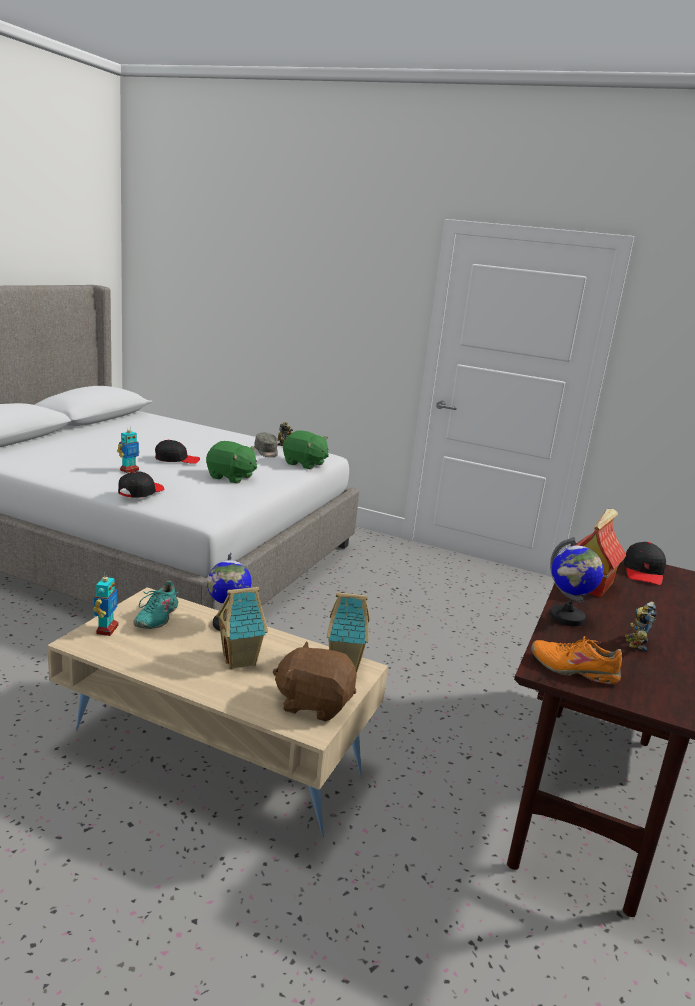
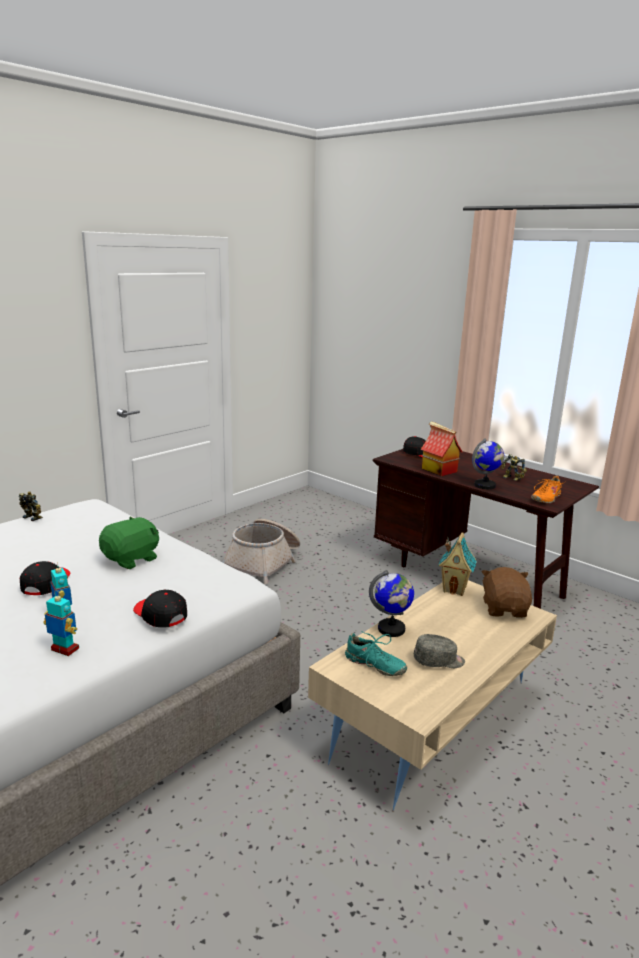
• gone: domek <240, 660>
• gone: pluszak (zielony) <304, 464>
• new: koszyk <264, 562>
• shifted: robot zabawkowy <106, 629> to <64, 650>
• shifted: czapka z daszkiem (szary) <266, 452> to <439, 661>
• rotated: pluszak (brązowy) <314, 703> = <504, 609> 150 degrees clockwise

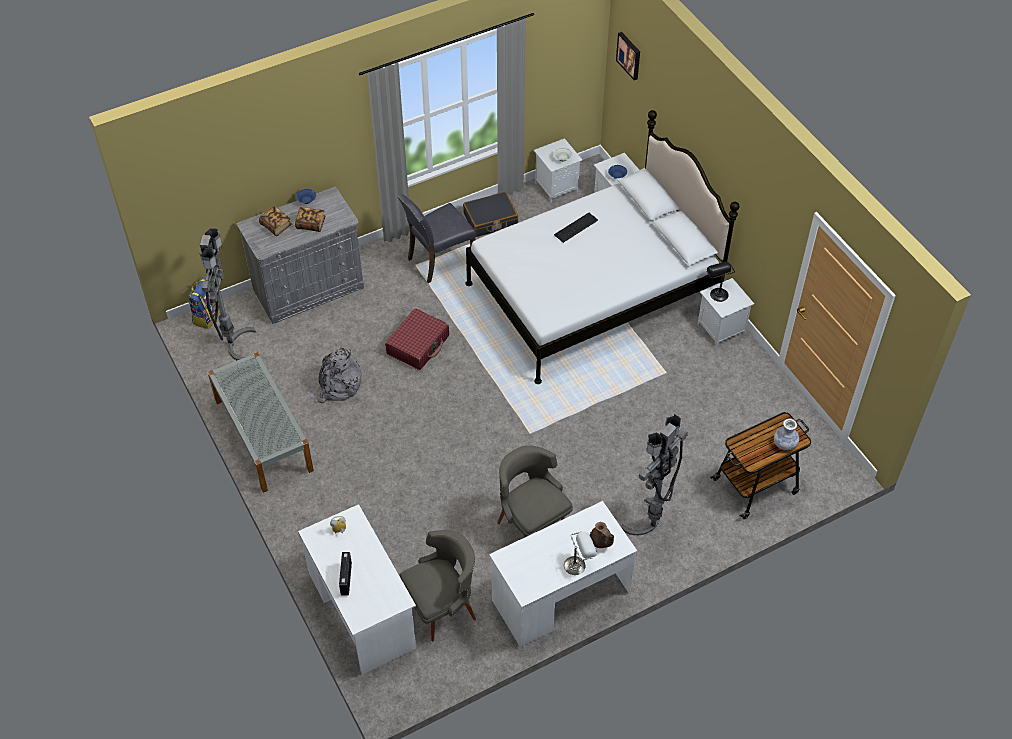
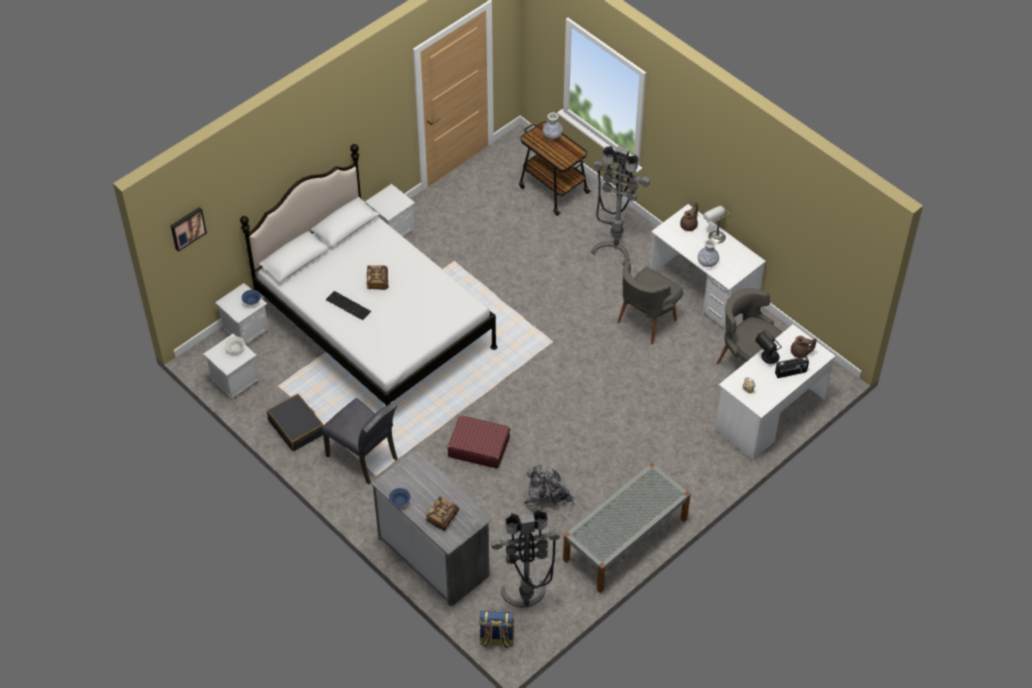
• new: wazon <707, 262>
• new: imbryk (brązowy) <800, 352>
• shifted: książka <311, 224> to <377, 281>
• shifted: lampa stołowa (czarny) <717, 292> to <767, 358>

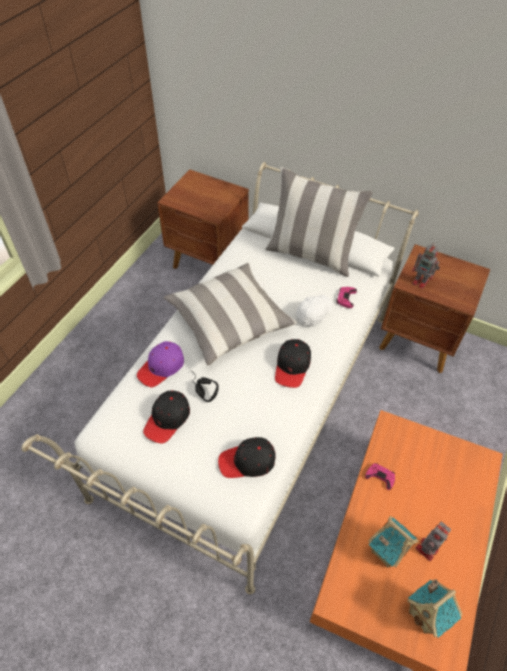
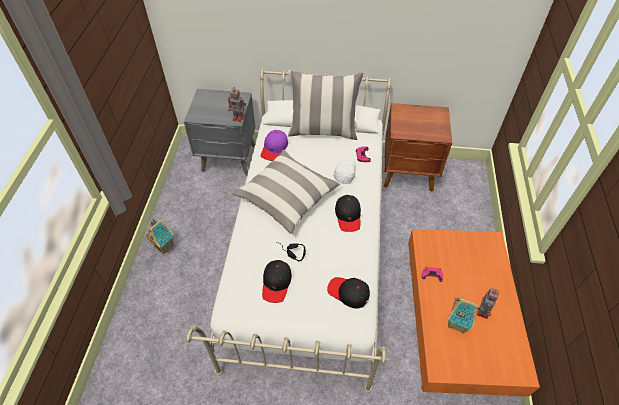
• shifted: czapka z daszkiem (fioletowy) <161, 367> to <274, 148>
• shifted: domek <426, 615> to <164, 246>
• shifted: robot zabawkowy <421, 282> to <239, 118>
• repainted: szafka nocna (brązowy) <210, 262> to szafka nocna (szary) <229, 159>
• rotated: czapka z daszkiem (czarny) <247, 461> = <348, 293> 60 degrees clockwise

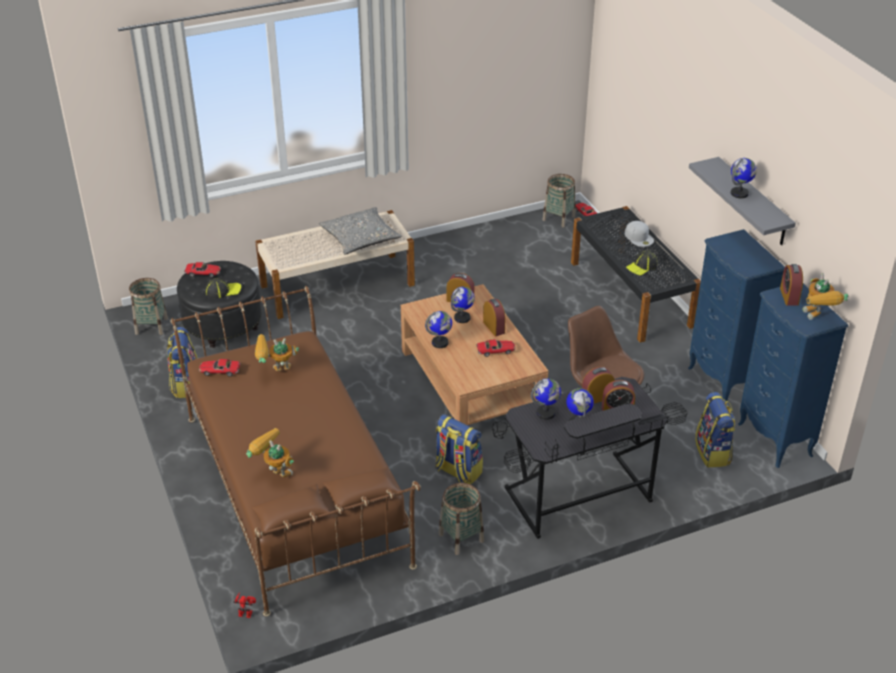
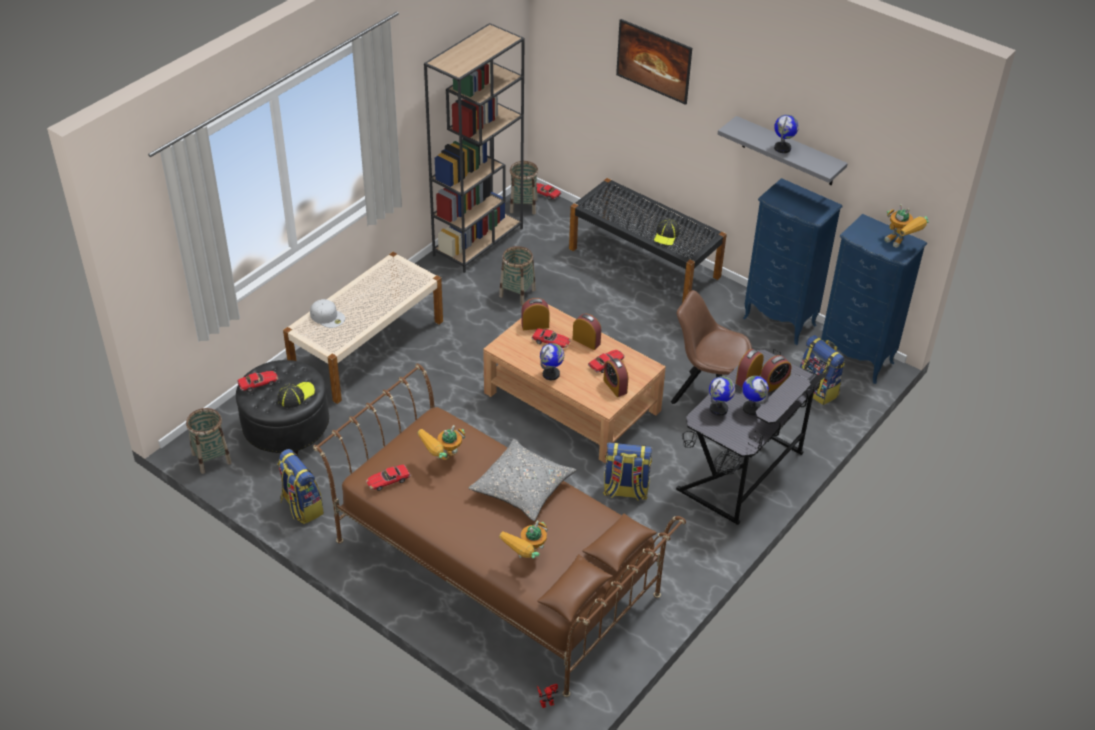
• new: regał <478, 241>
• new: obraz <652, 75>
• shifted: poduszka (szary) <360, 239> to <523, 488>
• shifted: koszyk <461, 537> to <517, 293>
• shifted: czapka z daszkiem (biały) <639, 237> to <328, 316>
• shifted: budzik <789, 296> to <615, 386>
• swapped: globus <462, 318> to samochodzik <551, 342>
• rotated: robot zabawkowy <273, 473> = <527, 560> 60 degrees counterclockwise

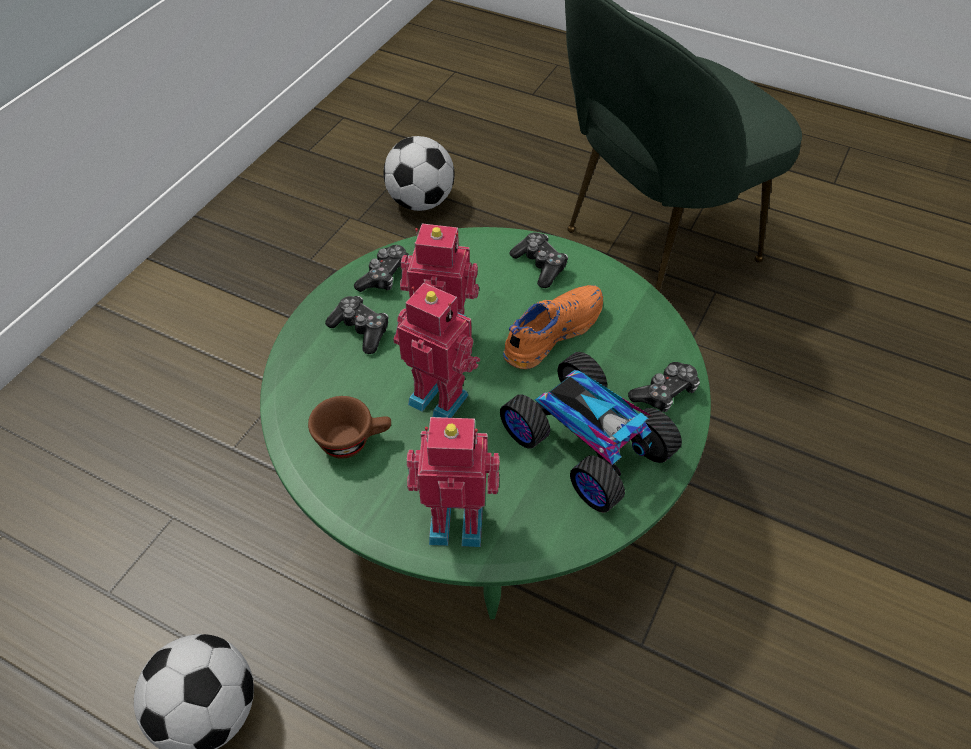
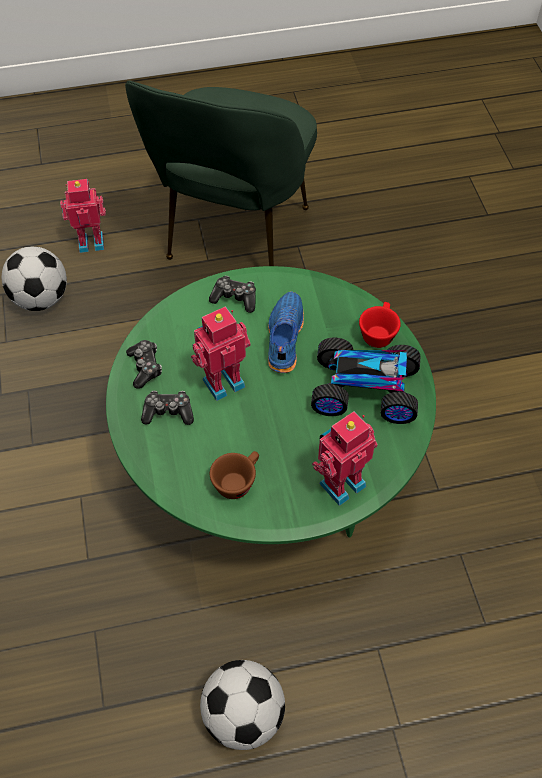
• shifted: robot zabawkowy <440, 397> to <91, 241>
• swapped: pad do gier <665, 393> to filiżanka (czerwony) <378, 333>
• repainted: but (pomarańczowy) <551, 333> to but (niebieski) <283, 338>

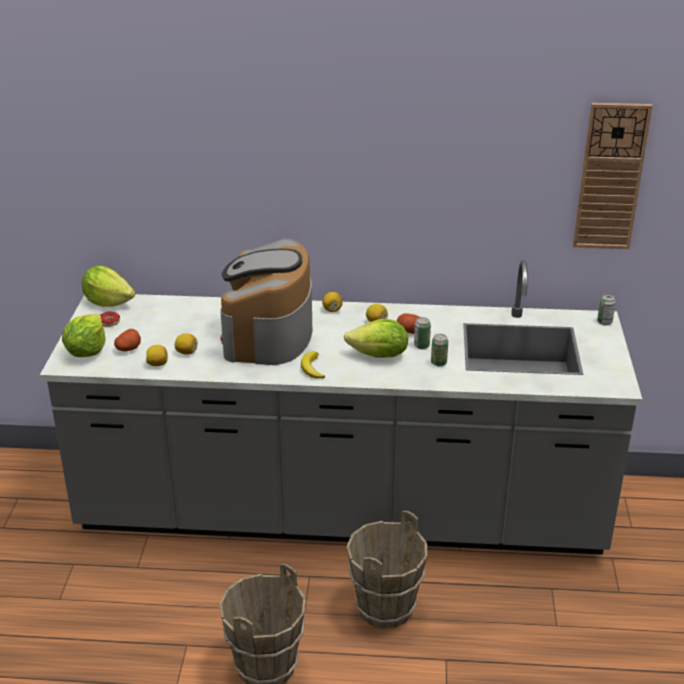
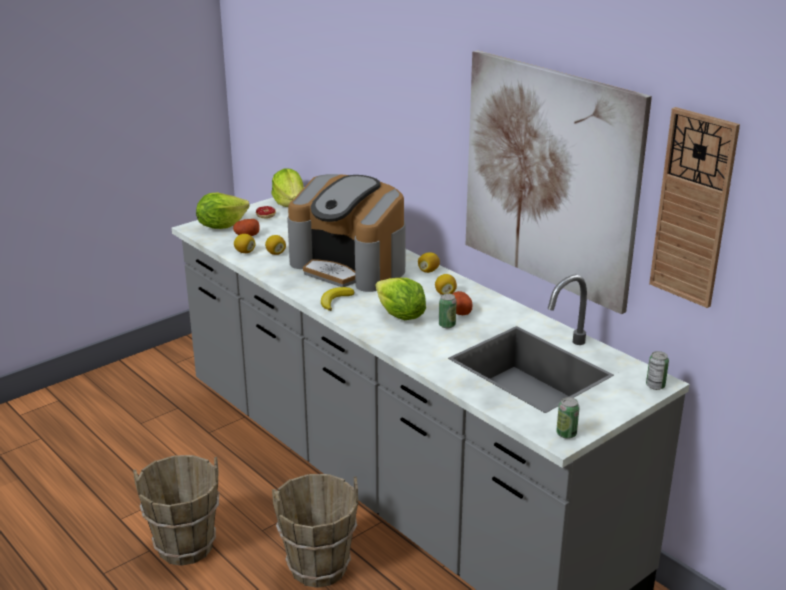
• new: obraz <550, 178>
• shifted: puszka <438, 363> to <566, 434>
• rotated: ekspres do kawy <268, 334> = <350, 266> 105 degrees counterclockwise

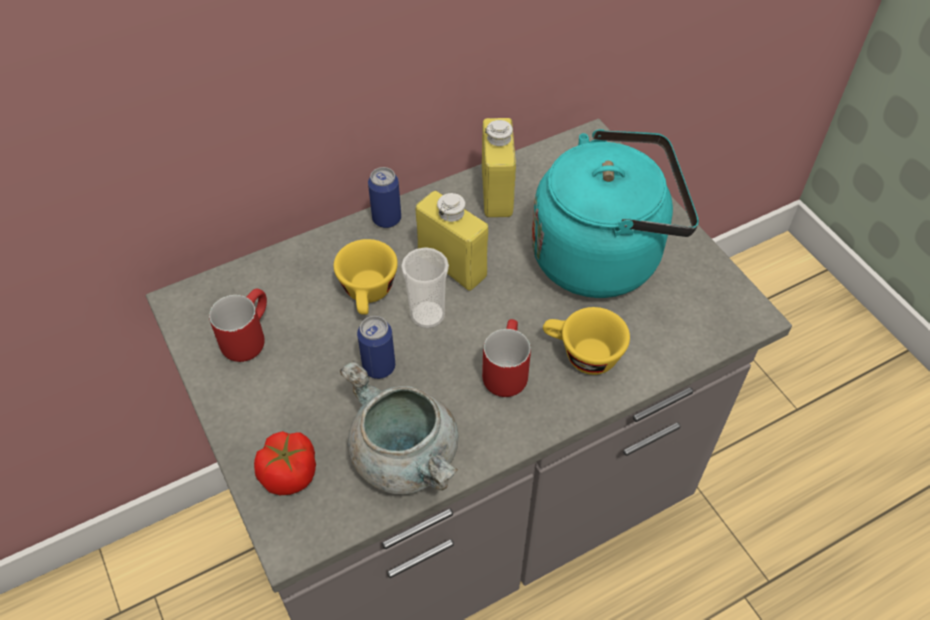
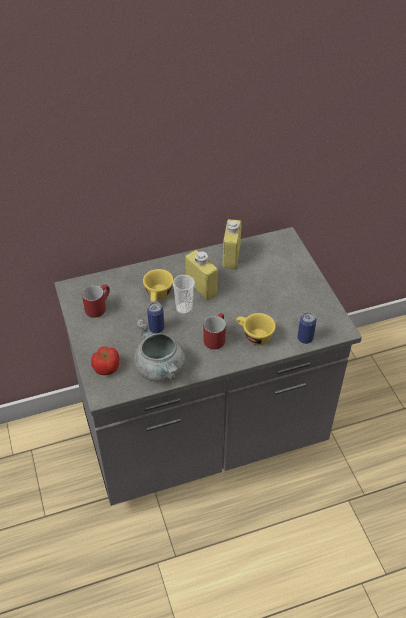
• gone: czajnik (turkusowy) <603, 255>
• shifted: puszka <386, 219> to <305, 338>

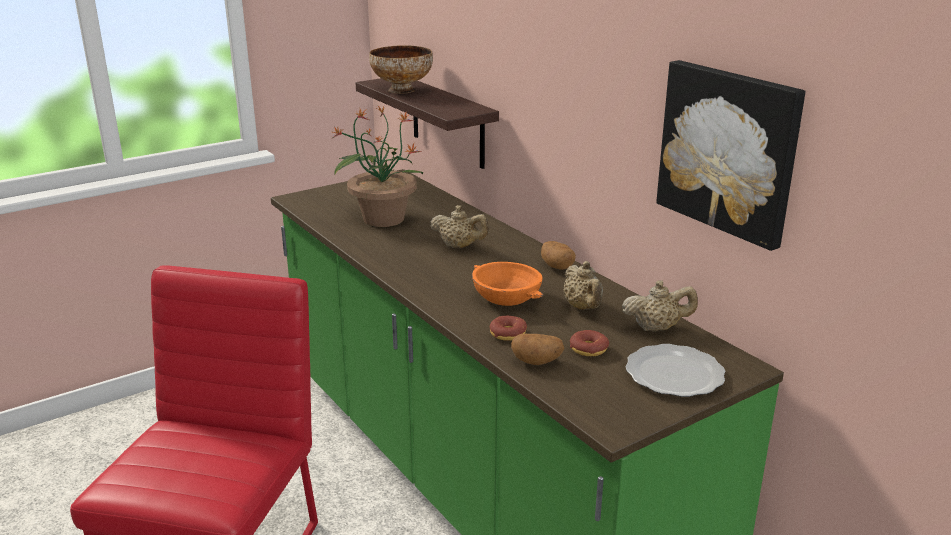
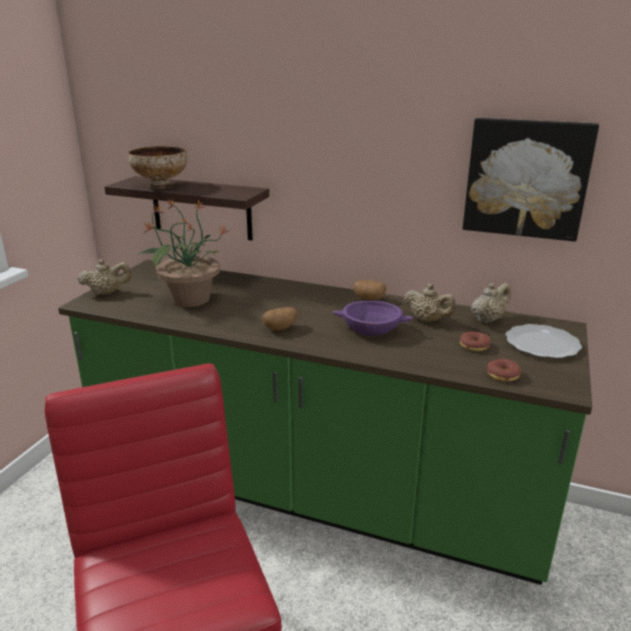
• shifted: imbryk (beżowy) <460, 246> to <107, 293>
• shifted: donut <507, 334> to <503, 375>
• shifted: ziemniak <537, 362> to <280, 328>
• repainted: miska (pomarańczowy) <505, 298> to miska (fioletowy) <370, 330>

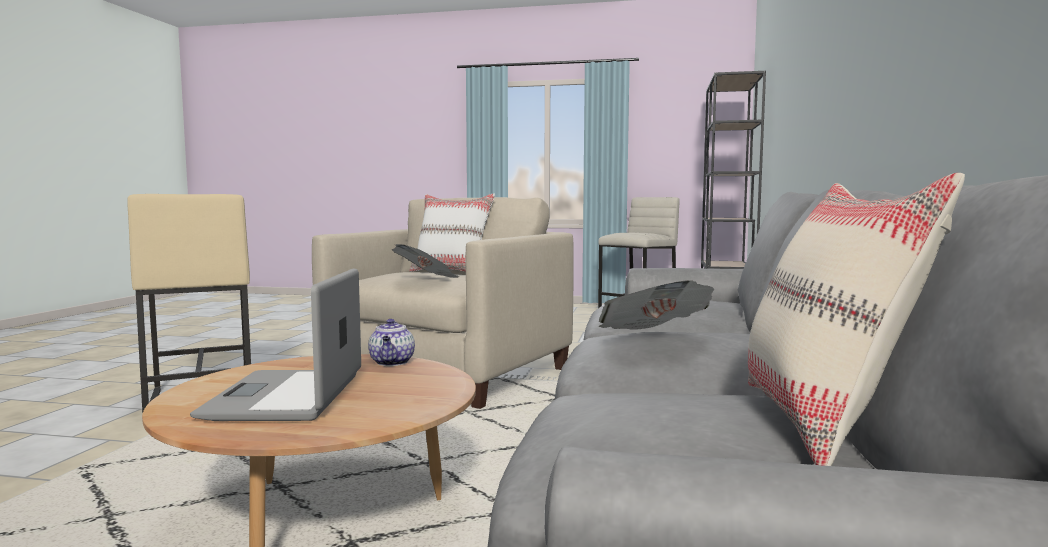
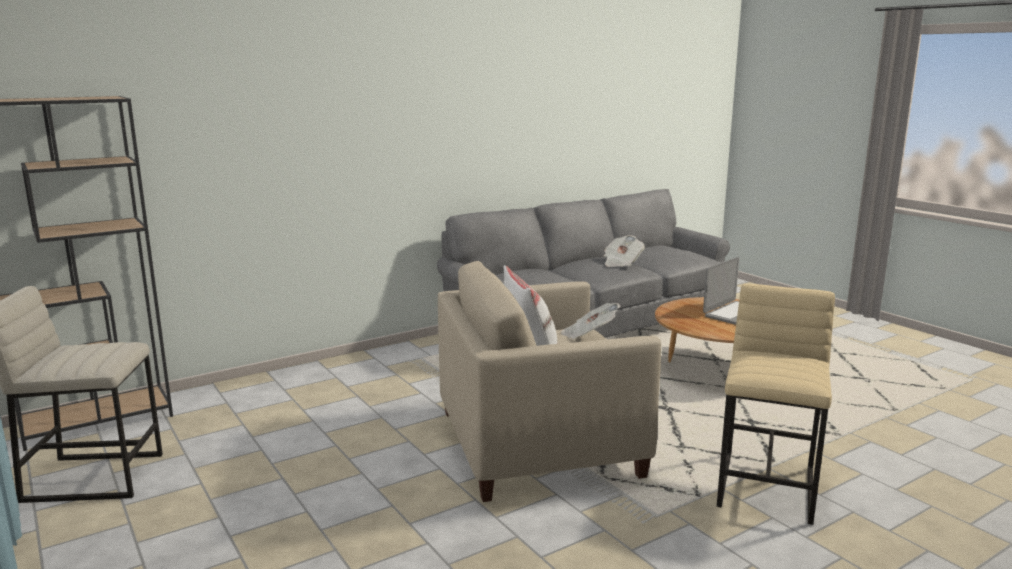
• gone: imbryk <392, 362>
• gone: poduszka (beżowy) <823, 423>

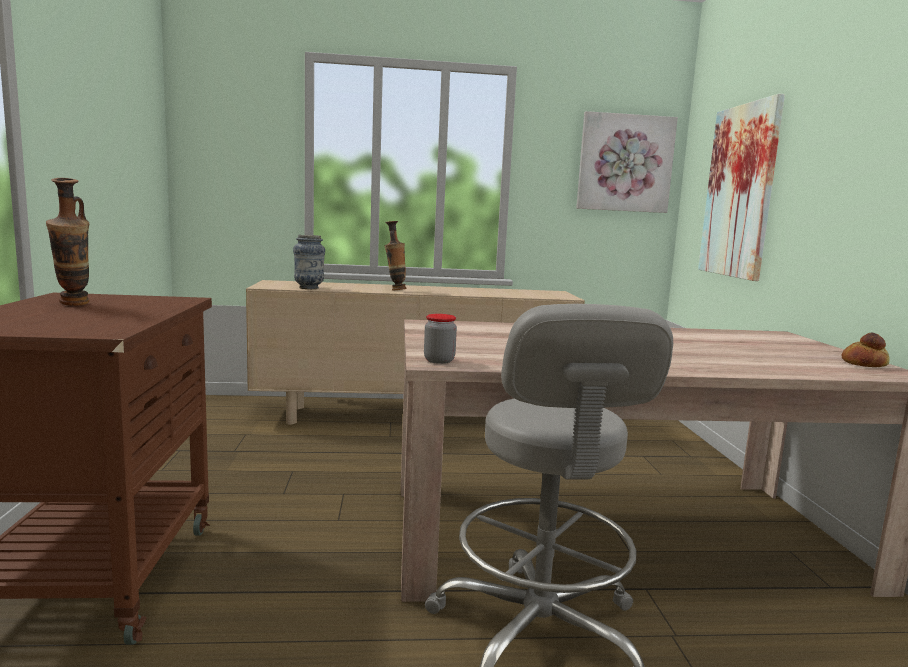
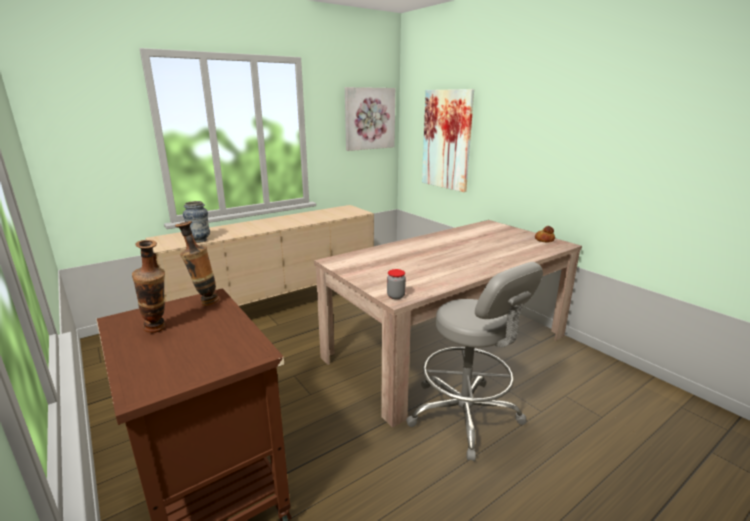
• shifted: wazon <394, 290> to <204, 302>

